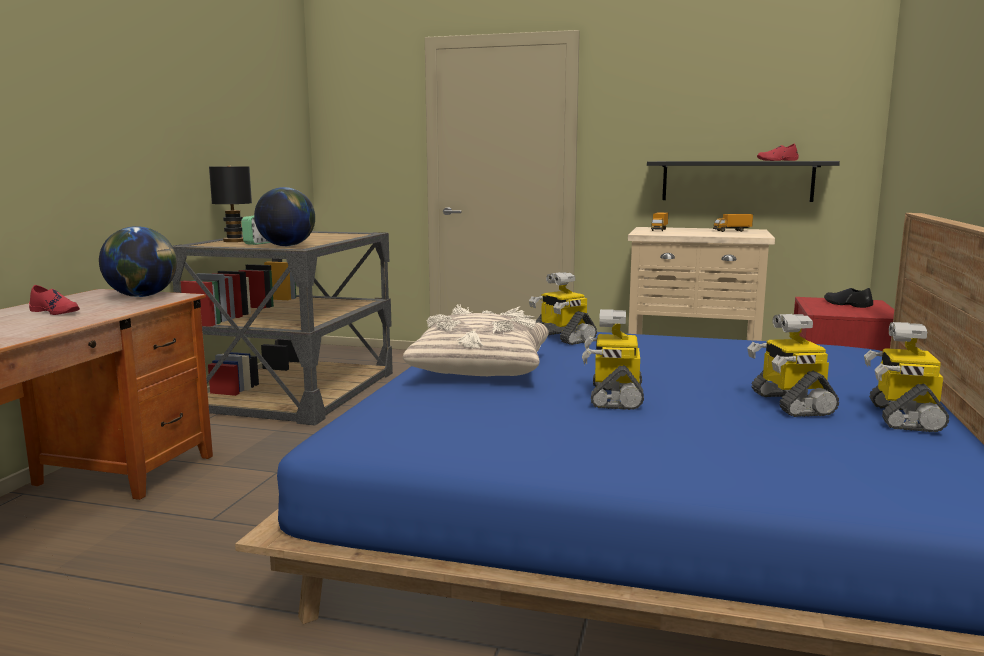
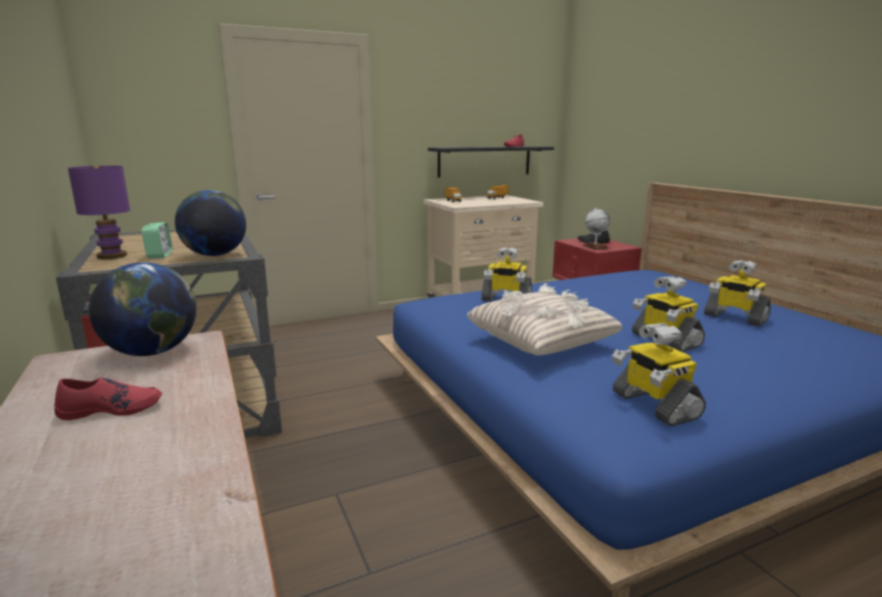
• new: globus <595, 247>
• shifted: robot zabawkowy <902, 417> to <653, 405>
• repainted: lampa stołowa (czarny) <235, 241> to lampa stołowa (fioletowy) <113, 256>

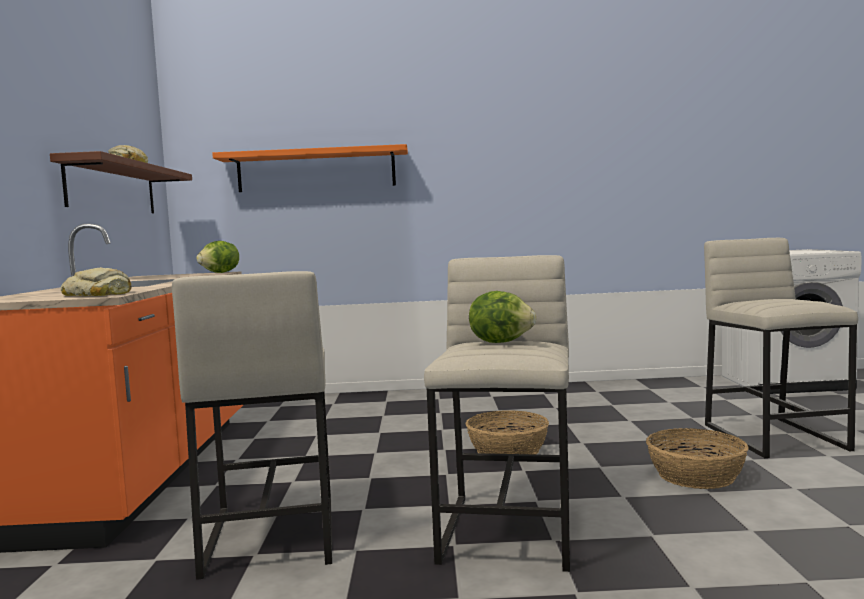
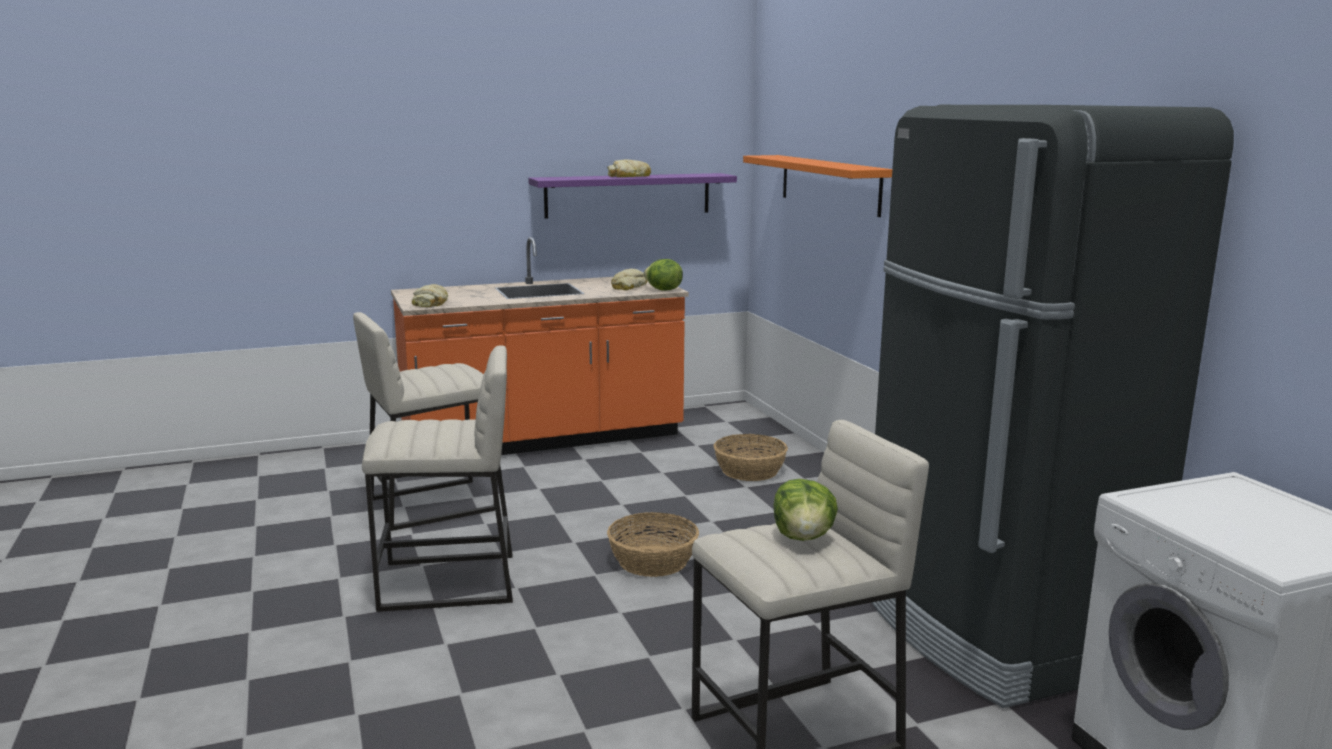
• new: chleb <628, 286>
• new: lodówka (czarny) <993, 631>
• shifted: sałata <501, 342> to <803, 537>
• shifted: koszyk <695, 476> to <749, 471>
• repainted: półka (brązowy) <113, 188> to półka (fioletowy) <628, 195>

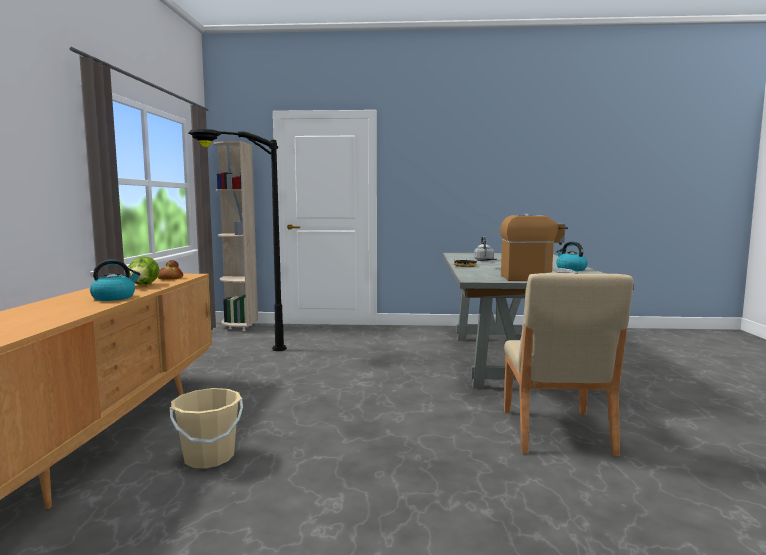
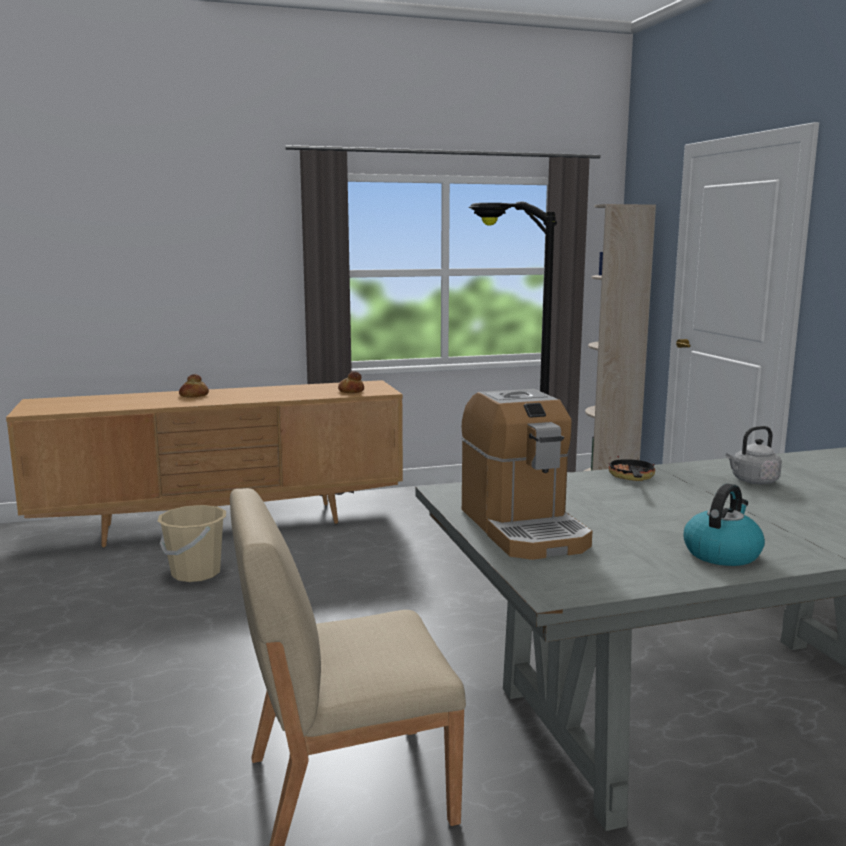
• gone: czajnik <114, 298>
• gone: sałata <143, 285>
• new: chleb <194, 395>

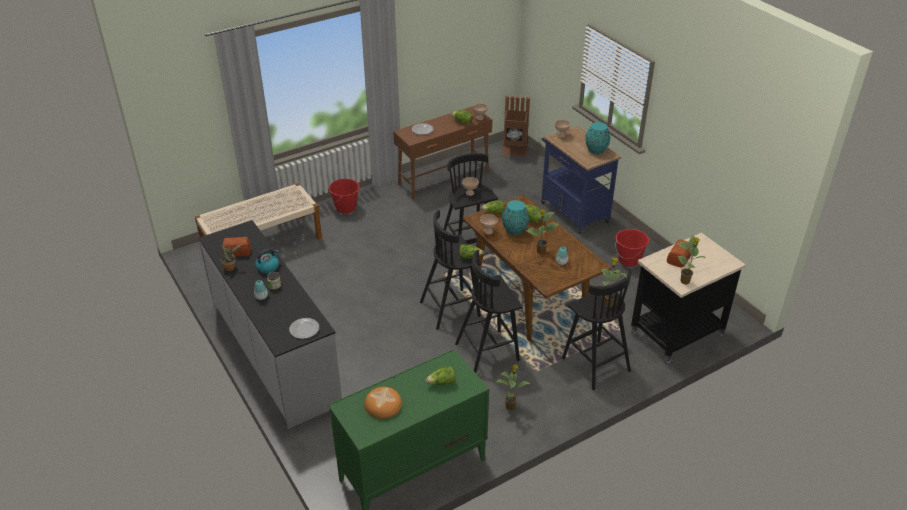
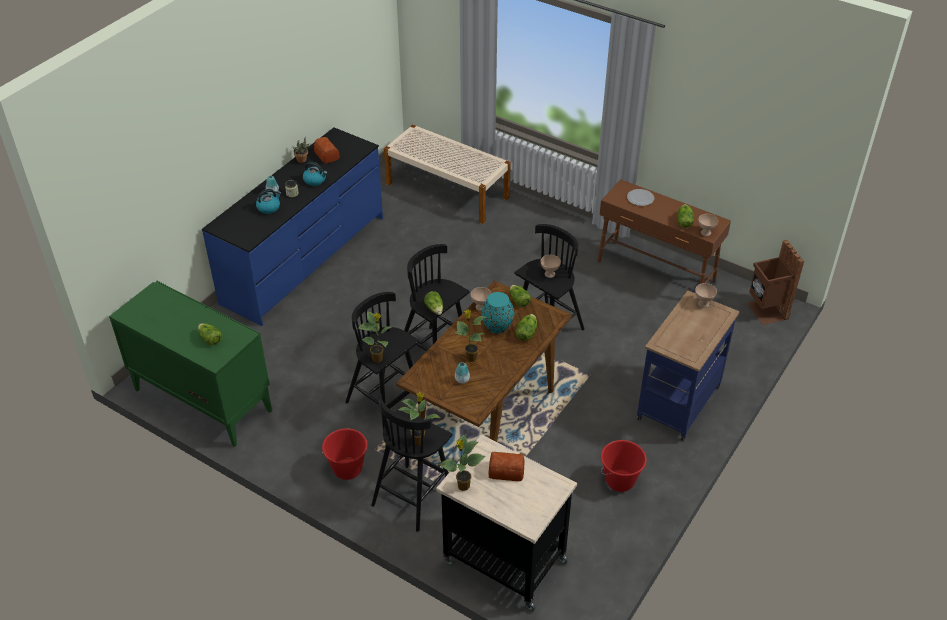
• gone: talerz <305, 329>
• gone: chleb <382, 405>
• gone: wazon (turkusowy) <596, 150>
• new: czajnik <269, 207>
• shifted: wiadro (czerwony) <346, 208> to <347, 469>
• shifted: roślina doniczkowa <510, 406> to <378, 359>
• repainted: komoda (szary) <275, 353> to komoda (niebieski) <304, 259>

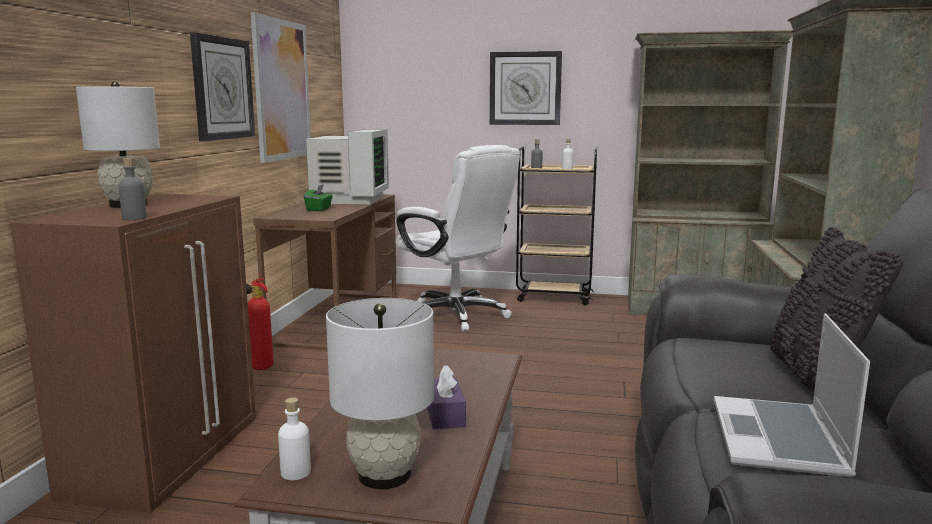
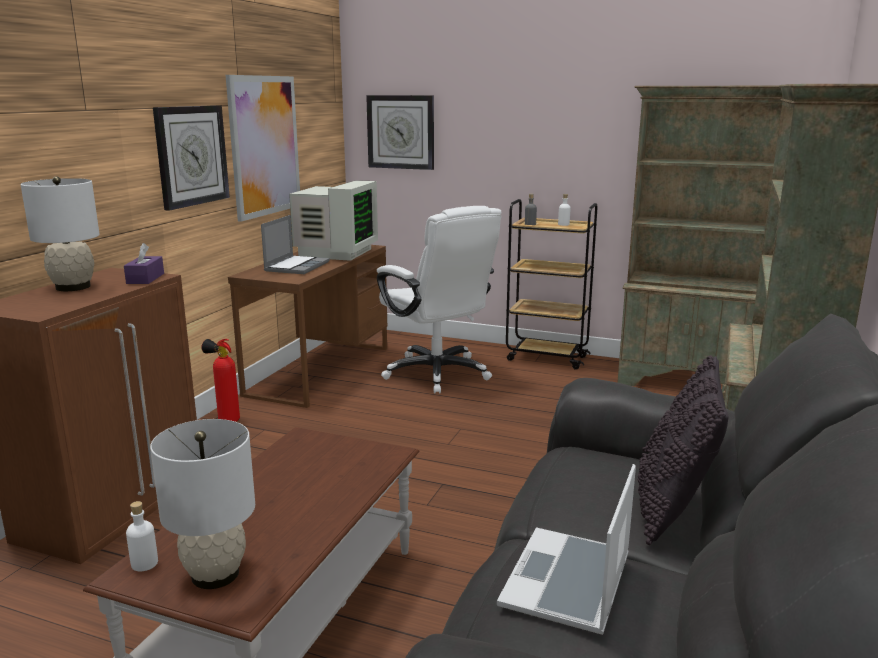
• gone: butelka (szary) <134, 218>
• shifted: pudełko chusteczek (fioletowy) <445, 414> to <145, 278>
• shifted: zegar ścienny <525, 88> to <401, 132>
• swapped: pudełko chusteczek (zielony) <319, 209> to laptop <296, 266>

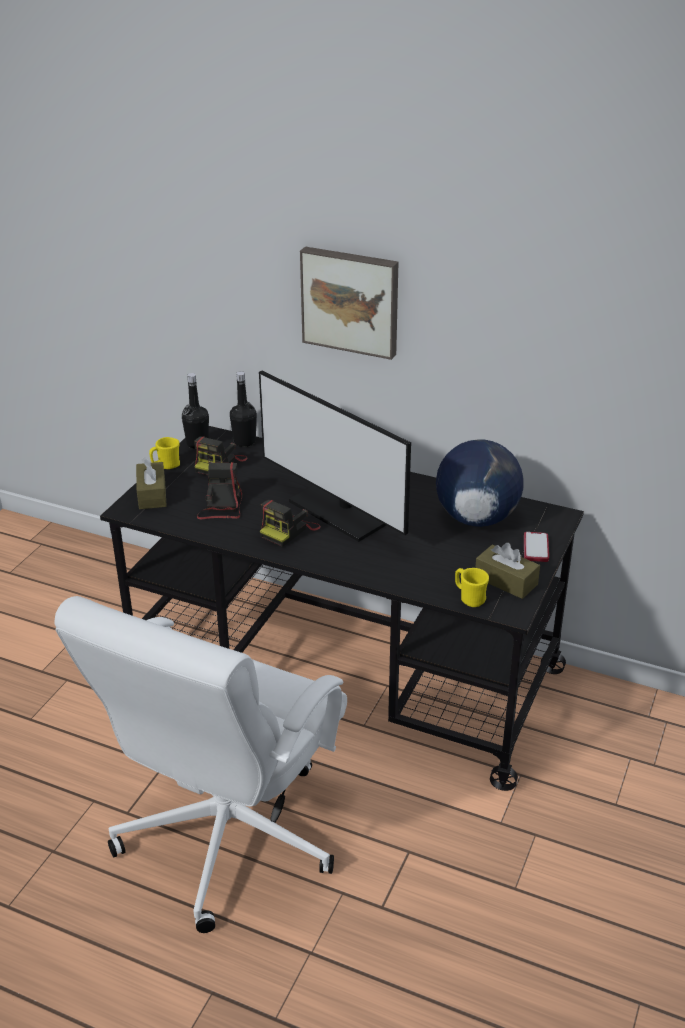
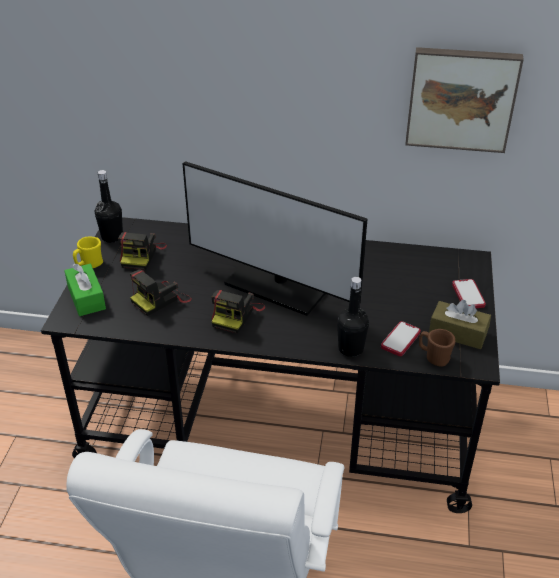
• gone: globus <476, 518>
• new: telefon <400, 340>
• shifted: butelka (czarny) <244, 442> to <351, 349>
• shifted: obraz <351, 301> to <461, 98>
• repainted: pudełko chusteczek (brązowy) <152, 494> to pudełko chusteczek (zielony) <86, 298>
• repainted: kubek (żółty) <469, 598> to kubek (brązowy) <434, 357>
• rotated: aparat fotograficzny <221, 506> = <161, 299> 120 degrees counterclockwise

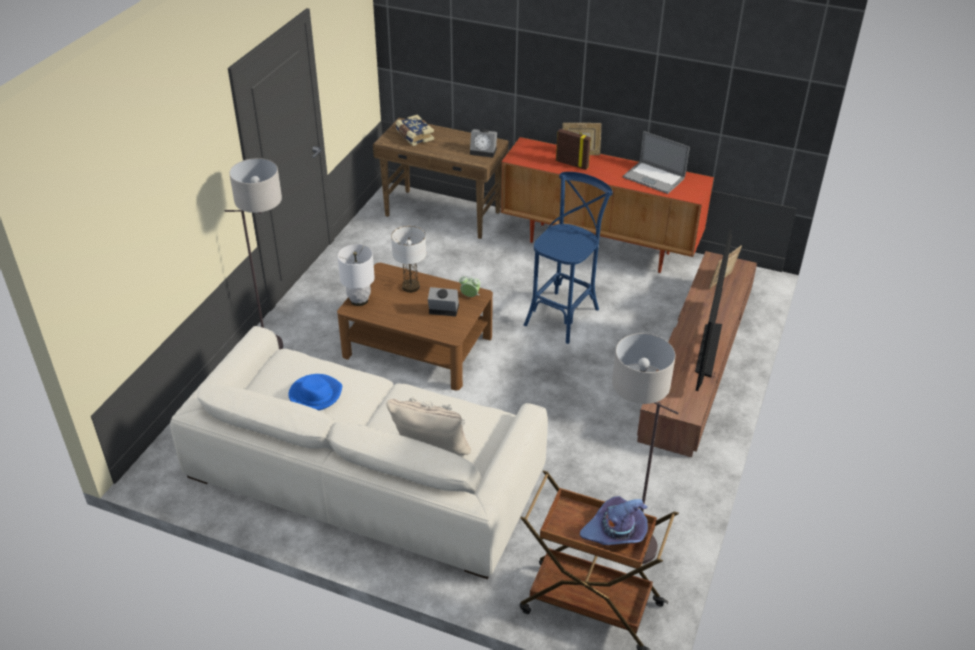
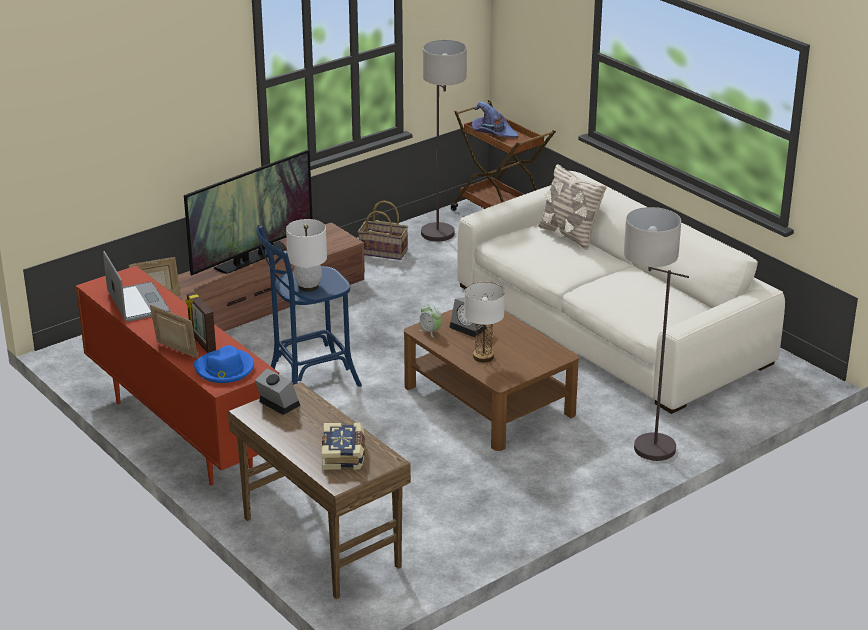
• new: koszyk <384, 252>
• shifted: kapelusz (niebieski) <315, 394> to <224, 369>
• shifted: lampa stołowa (biały) <359, 300> to <308, 286>

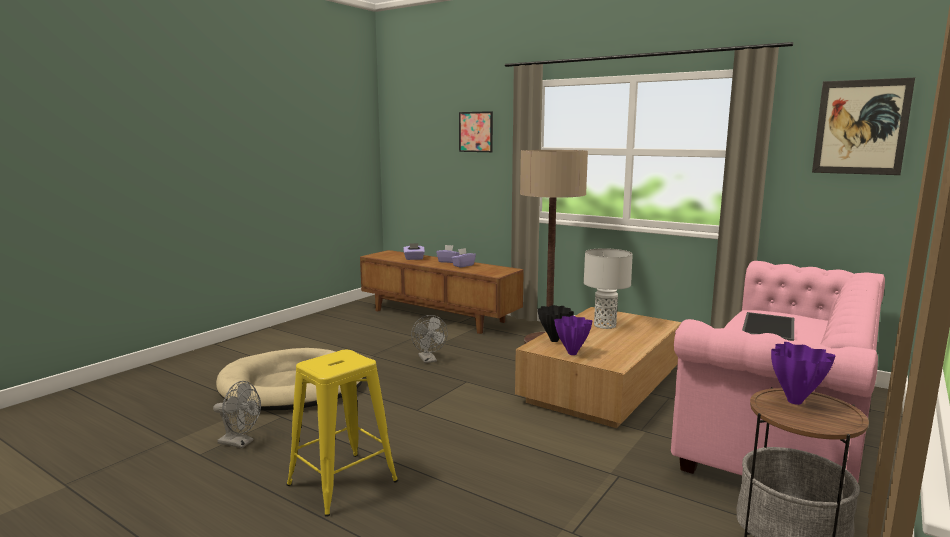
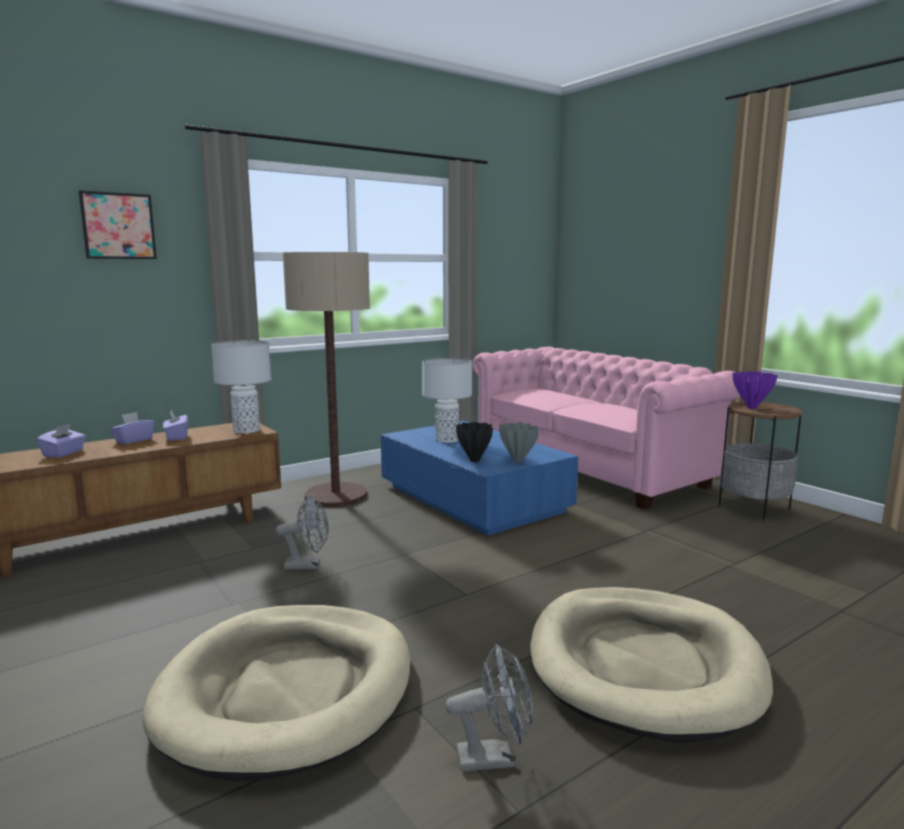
• gone: taca <770, 327>
• gone: obraz <860, 127>
• new: lampa stołowa (biały) <246, 430>
• swapped: stołek (żółty) <342, 483> to legowisko (beżowy) <643, 665>
• repainted: ława (brązowy) <602, 386> to ława (niebieski) <473, 499>
• repainted: wazon (fioletowy) <572, 353> to wazon (szary) <517, 461>
• rotated: wentylator (szary) <240, 443> = <494, 757> 45 degrees clockwise

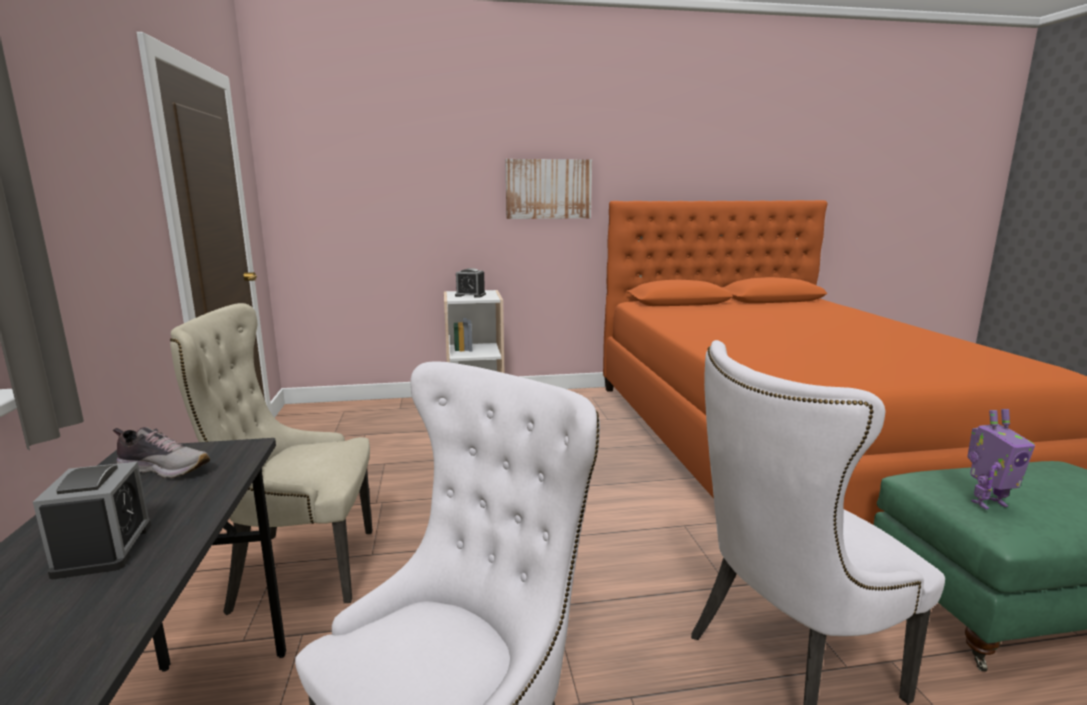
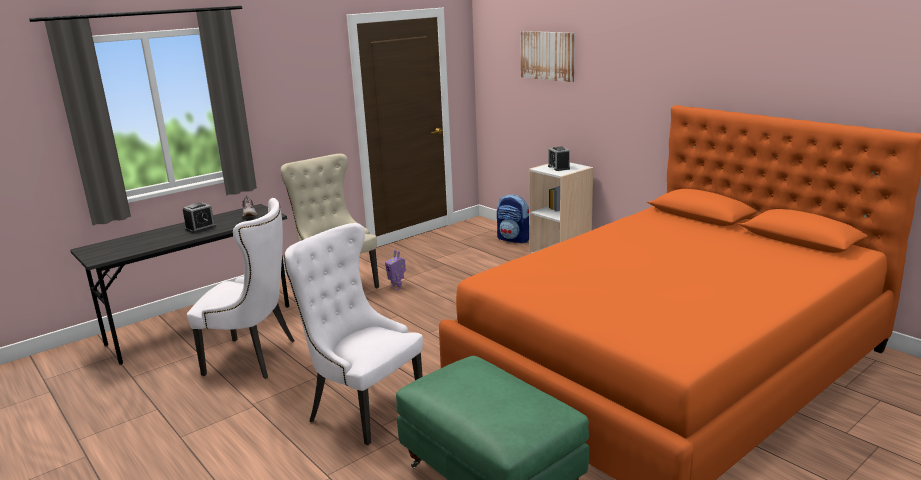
• new: plecak <514, 239>
• shifted: obraz <548, 189> to <548, 55>
• shifted: robot zabawkowy <987, 502> to <397, 287>

